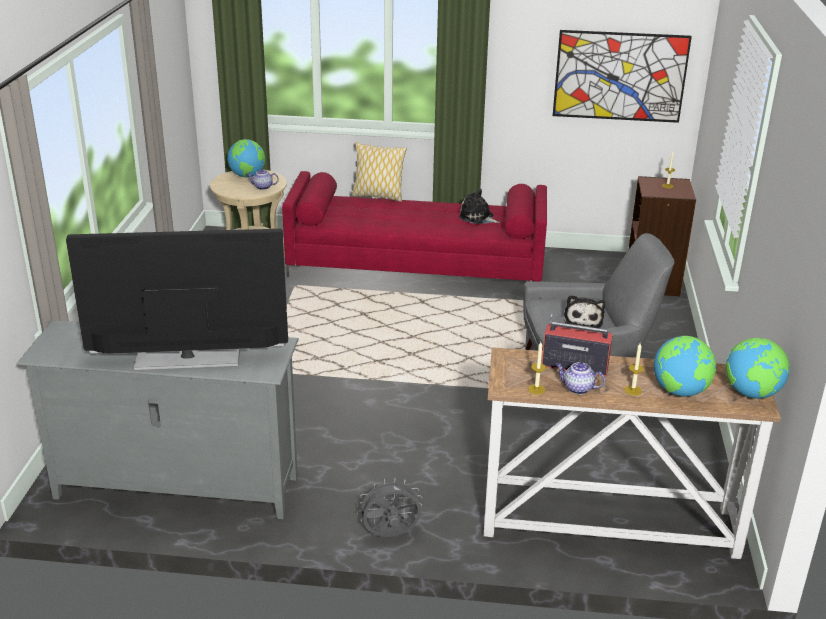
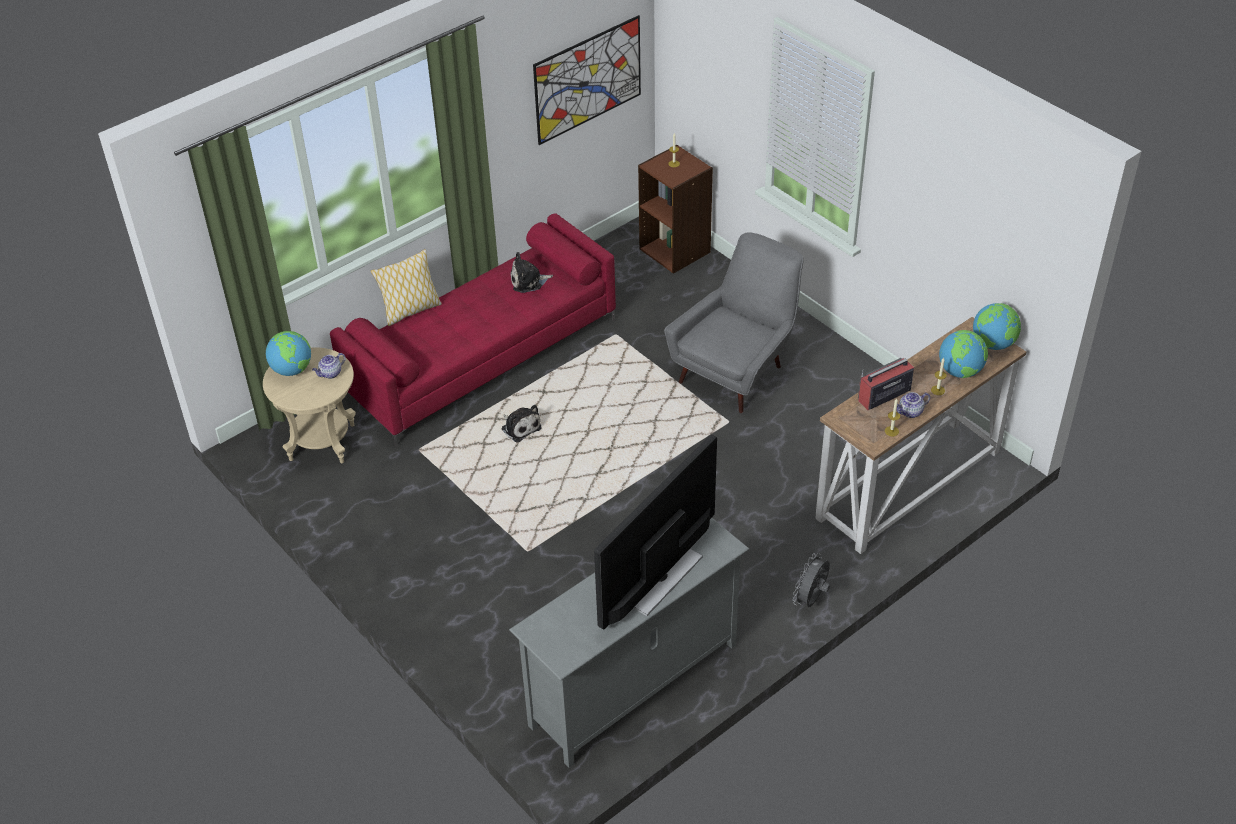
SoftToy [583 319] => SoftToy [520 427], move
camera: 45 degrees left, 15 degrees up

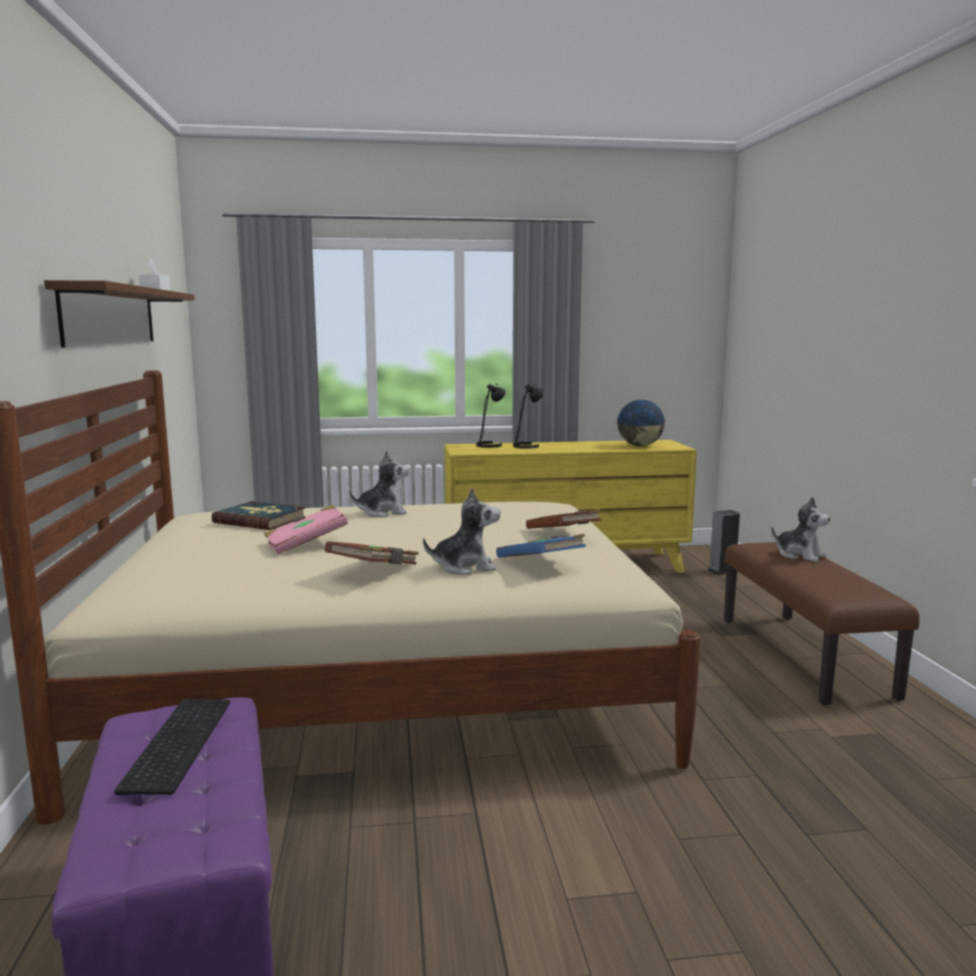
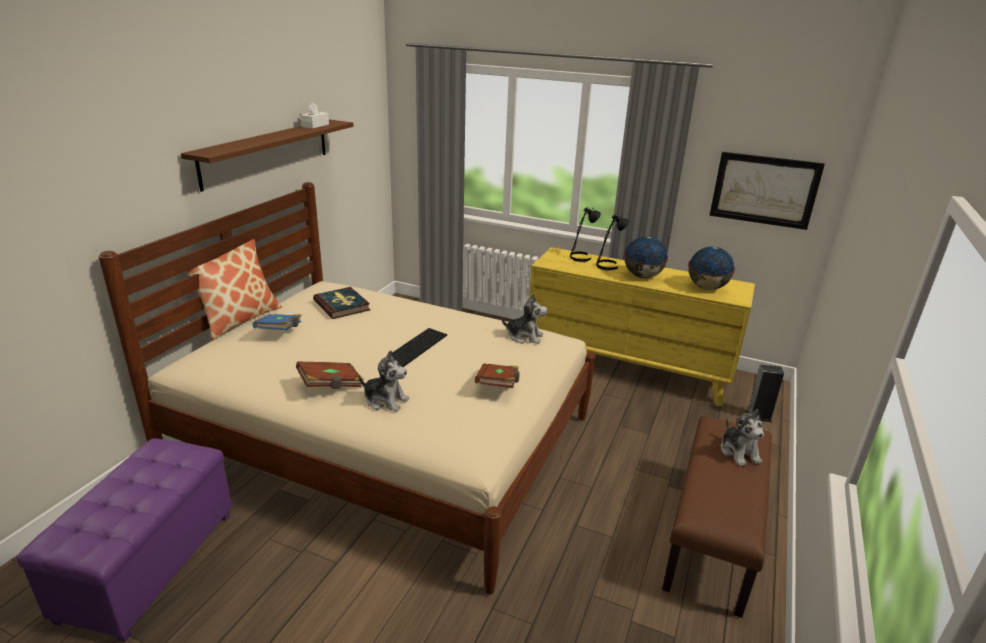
PcKeyboard [175 742] => PcKeyboard [415 347], move
PinkBook [306 545] => nothing
SoftToy [382 513] => SoftToy [524 337], move
BluishBook [541 564] => BluishBook [280 331], move
nothing => Cushion [239 319]
nothing => DeskGlobe [642 276]
nothing => WallPicture [764 190]
camera: 30 degrees right, 15 degrees up

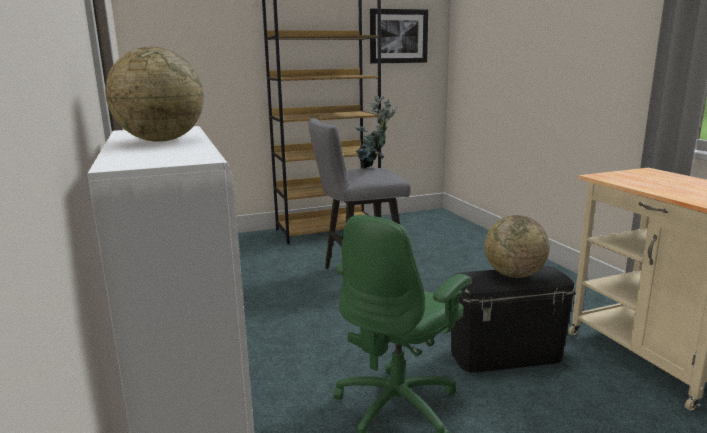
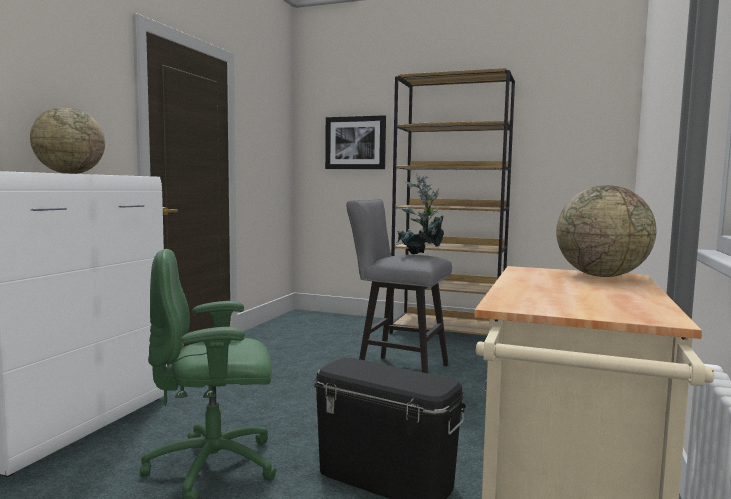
WallPicture [398 36] => WallPicture [355 143], move
DeskGlobe [514 275] => DeskGlobe [601 276], move
camera: 40 degrees right, 10 degrees down

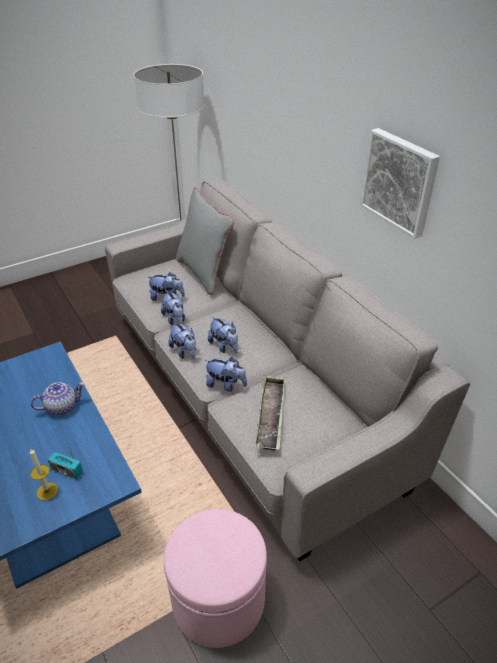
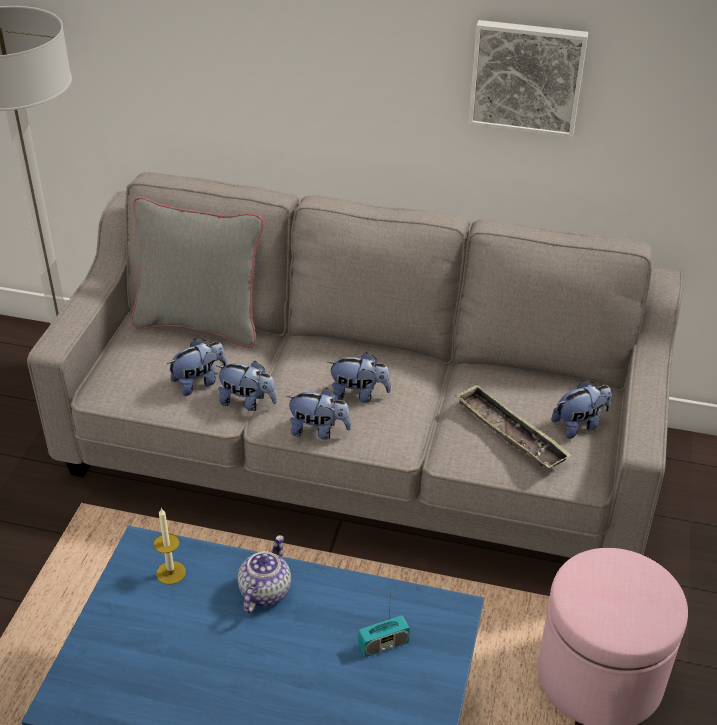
WaxCandle [47 491] => WaxCandle [171 573], move
SoftToy [226 385] => SoftToy [579 425], move
camera: 45 degrees left, 0 degrees up

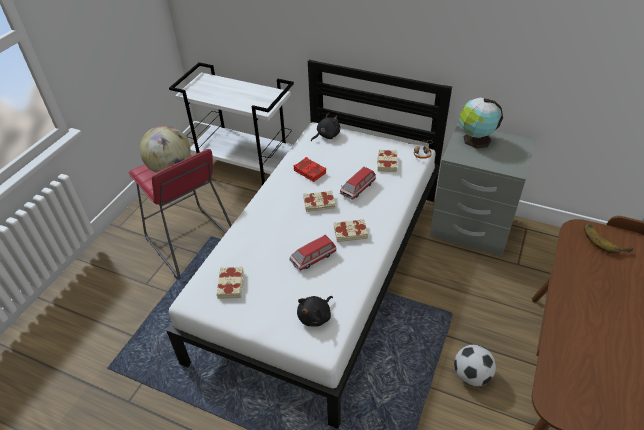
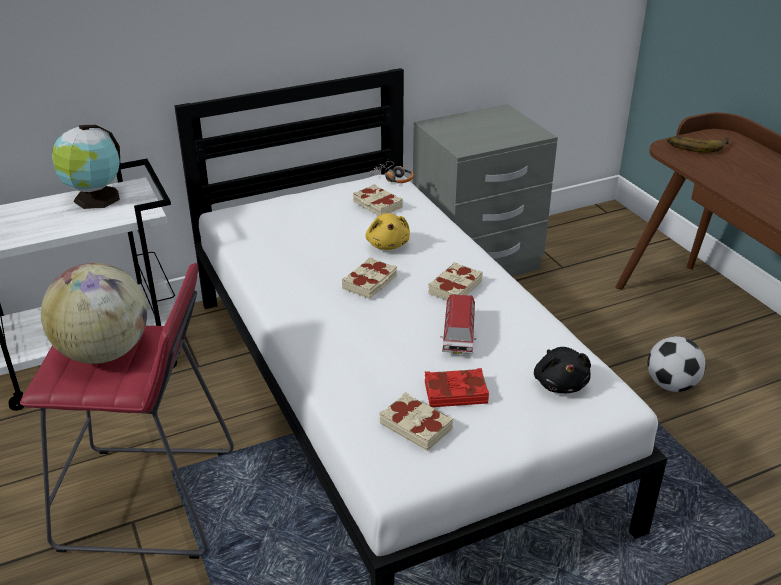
ReddishBook [310 171] => ReddishBook [455 392], move
BlackishSoftToy [326 135] => nothing
ToyCar [357 188] => YellowColouredSoftToy [388 244]
DeskGlobe [475 140] => DeskGlobe [95 199], move
camera: 50 degrees left, 10 degrees down

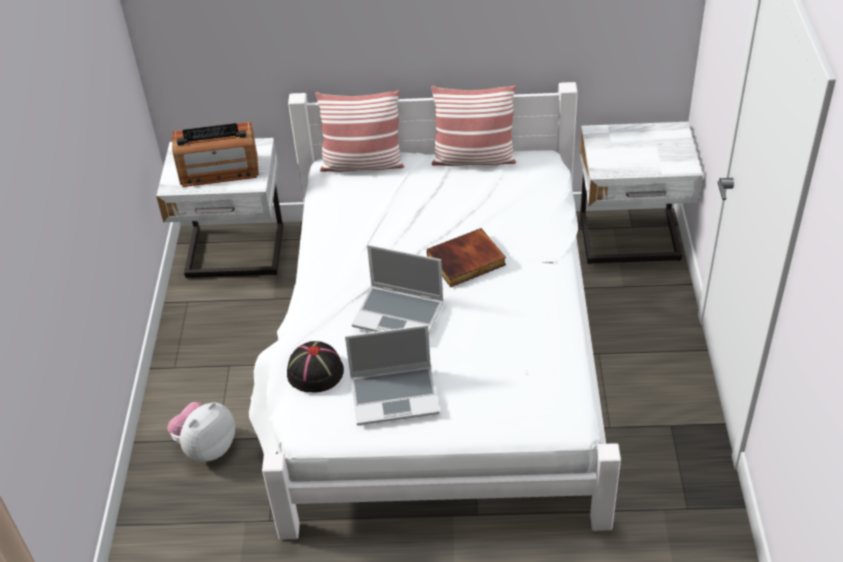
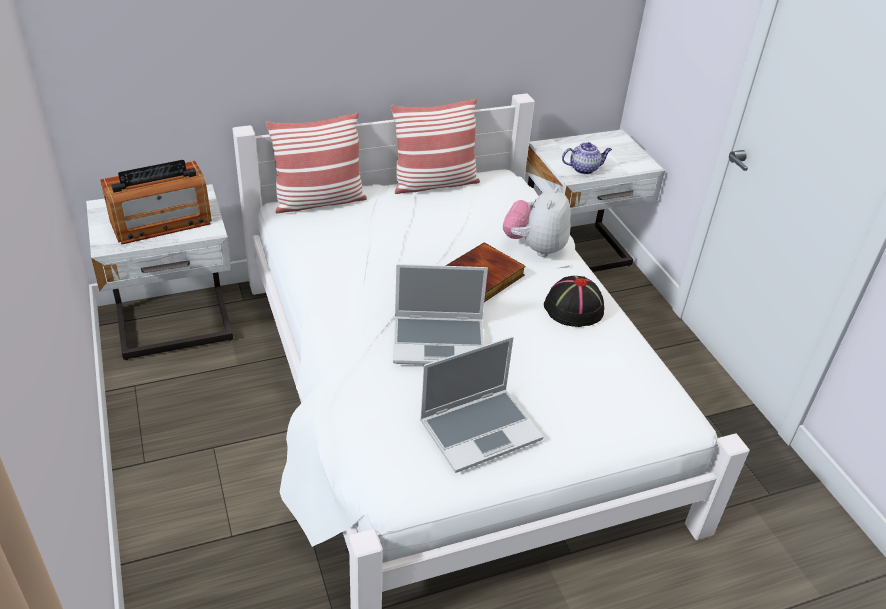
SoftToy [206 447] => SoftToy [535 247], move
BlackishClothingHat [315 372] => BlackishClothingHat [573 308], move
nothing => TeaPot [584 169]
camera: 25 degrees left, 5 degrees down

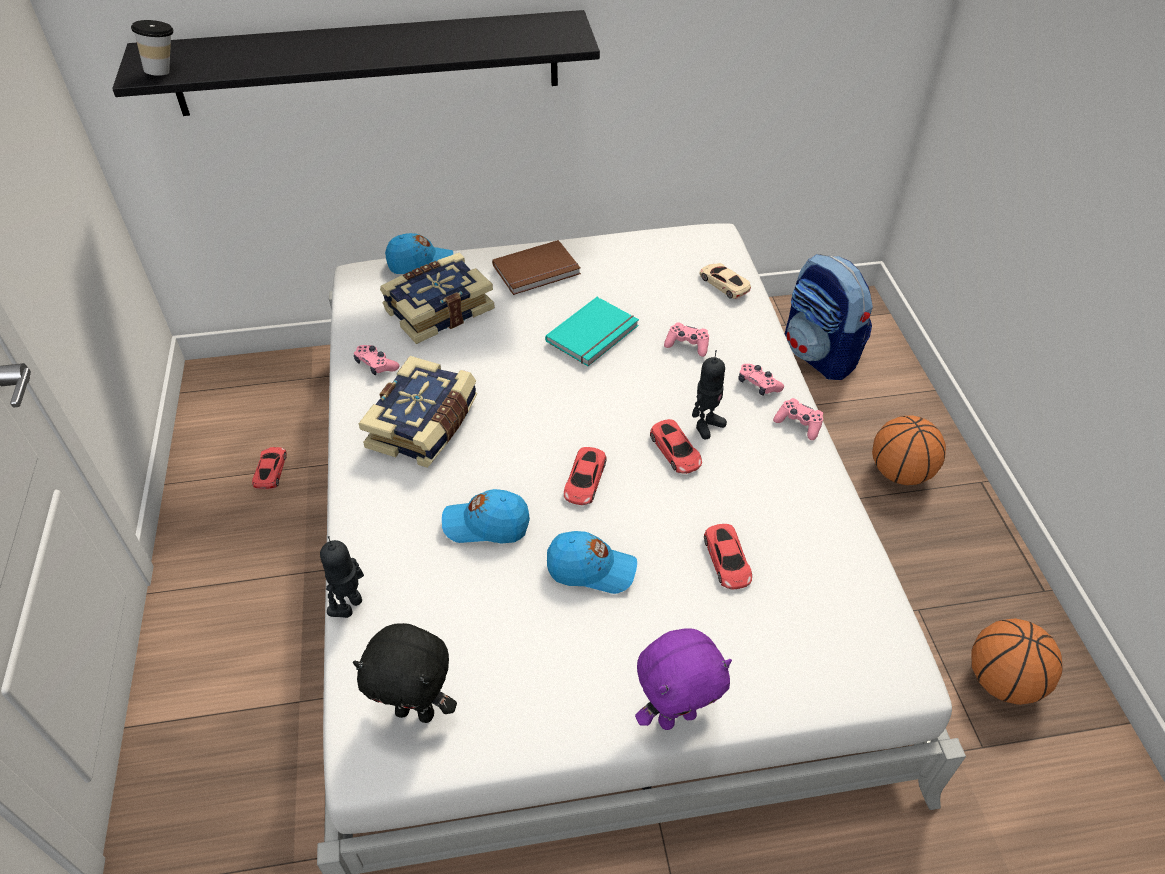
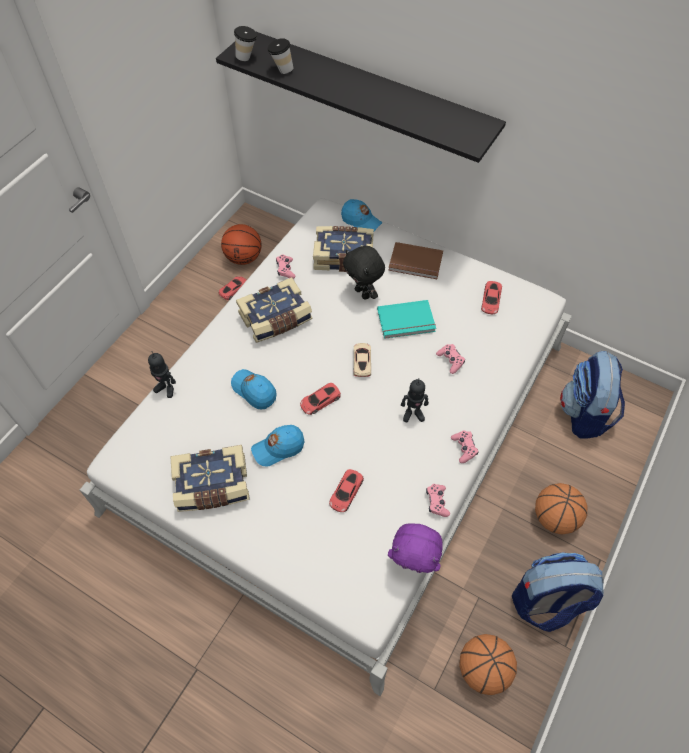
RobotFigure [350 606] => RobotFigure [166 388], 135 degrees counterclockwise
BlackishSoftToy [416 711] => BlackishSoftToy [363 293], move
BluishBaseballCap [591 569] => BluishBaseballCap [278 448], 105 degrees clockwise
PurpleSoftToy [676 716] => PurpleSoftToy [413 565], move
ReddishToyCar [675 451] => ReddishToyCar [491 300], move
BeigeColouredToyCar [724 283] => BeigeColouredToyCar [362 361], move
PinkGameController [758 384] => PinkGameController [437 502], move
nothing => Book [212 486]
nothing => BasketballBall [243 257]
nothing => Cup [281 70]
nothing => Rucksack [546 602]
camera: 40 degrees right, 10 degrees up

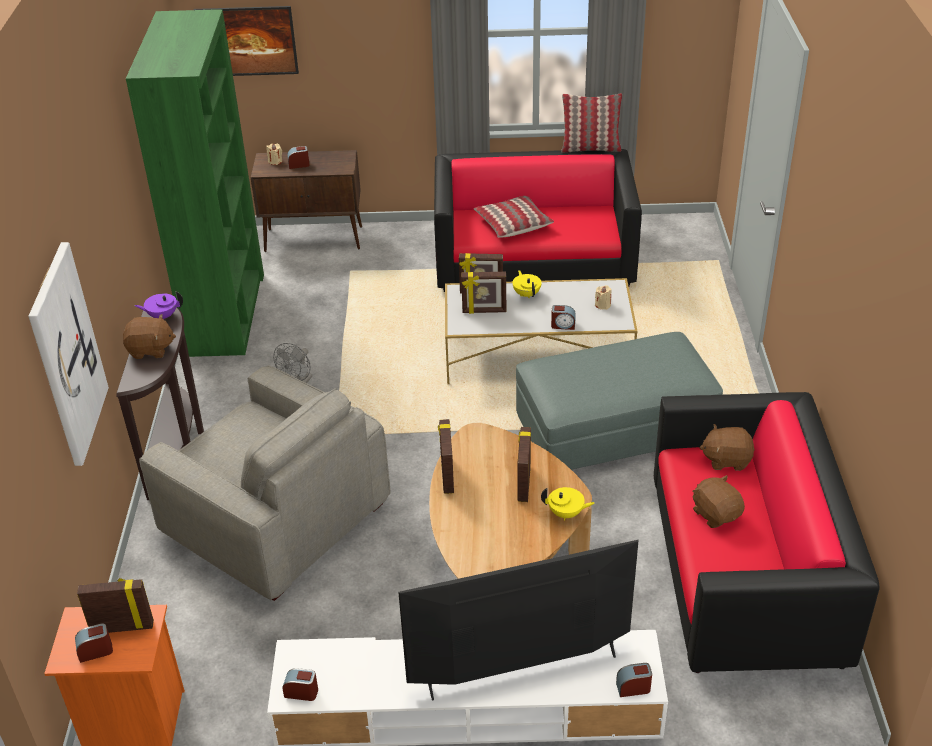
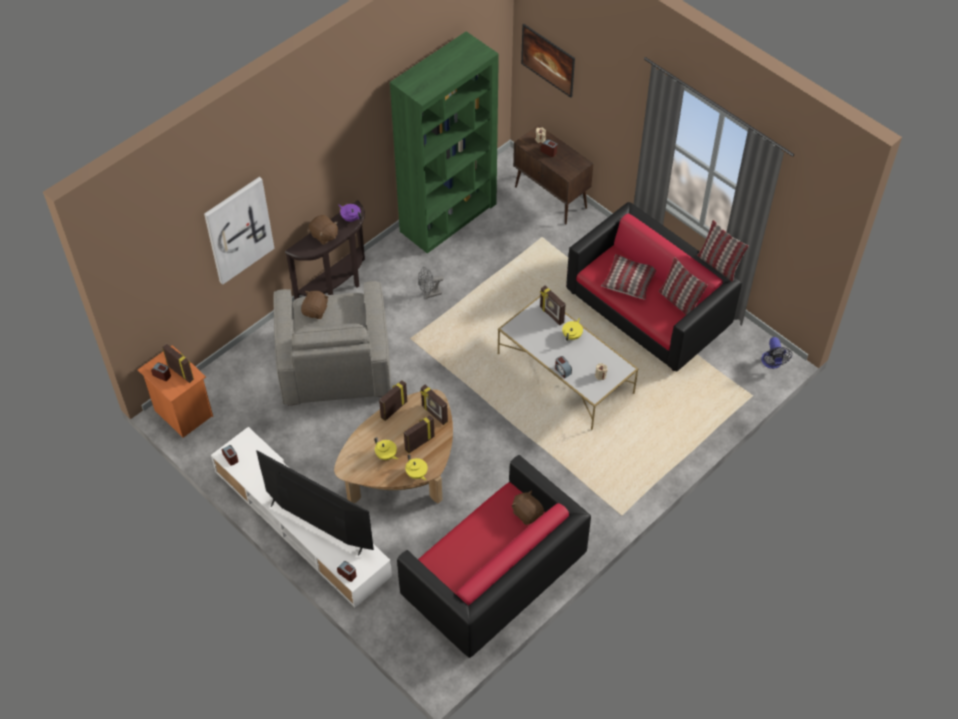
PictureFrame [484 311] => PictureFrame [434 414], move
GreyOttoman [614 428] => nothing
BrownishSoftToy [716 514] => BrownishSoftToy [315 311], move
nothing => YellowColouredTeaPot [386 455]
nothing => Cushion [679 302]
nothing => ElectricFan [772 363]
camera: 45 degrees right, 15 degrees up

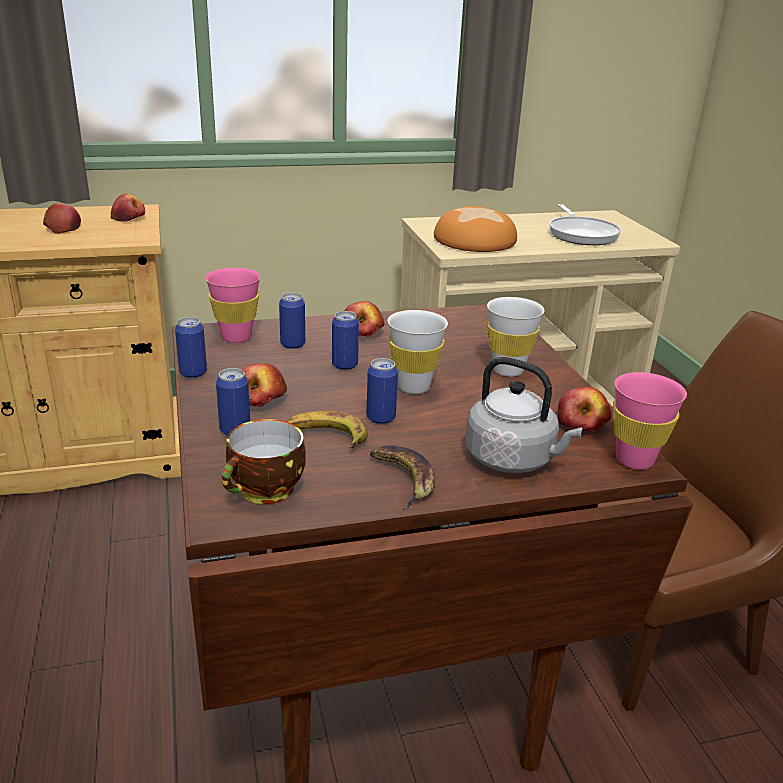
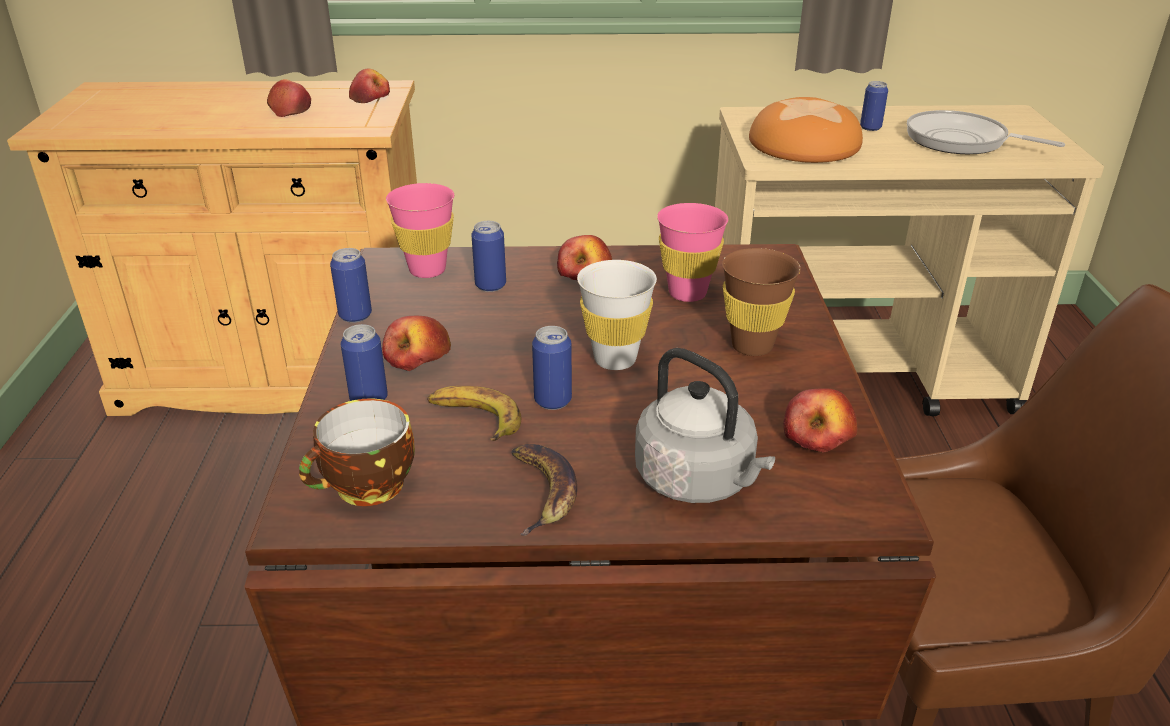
Can [345 365] => Can [870 128], move
WhiteColouredCup [508 370] => BrownishCup [752 346]
Pan [581 234] => Pan [961 141], 120 degrees clockwise
PinkCup [634 460] => PinkCup [687 293], move
camera: 15 degrees right, 5 degrees up

